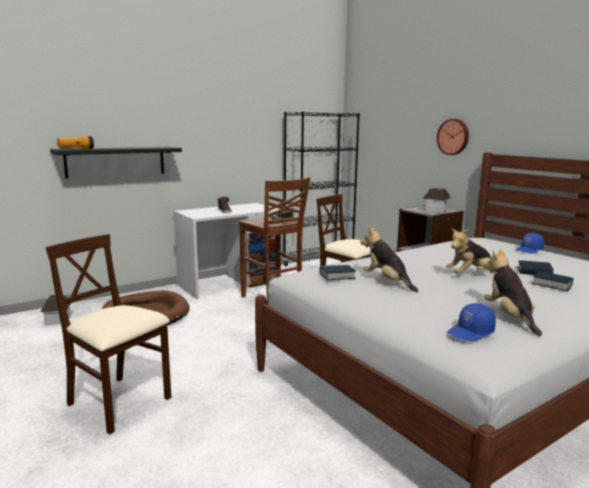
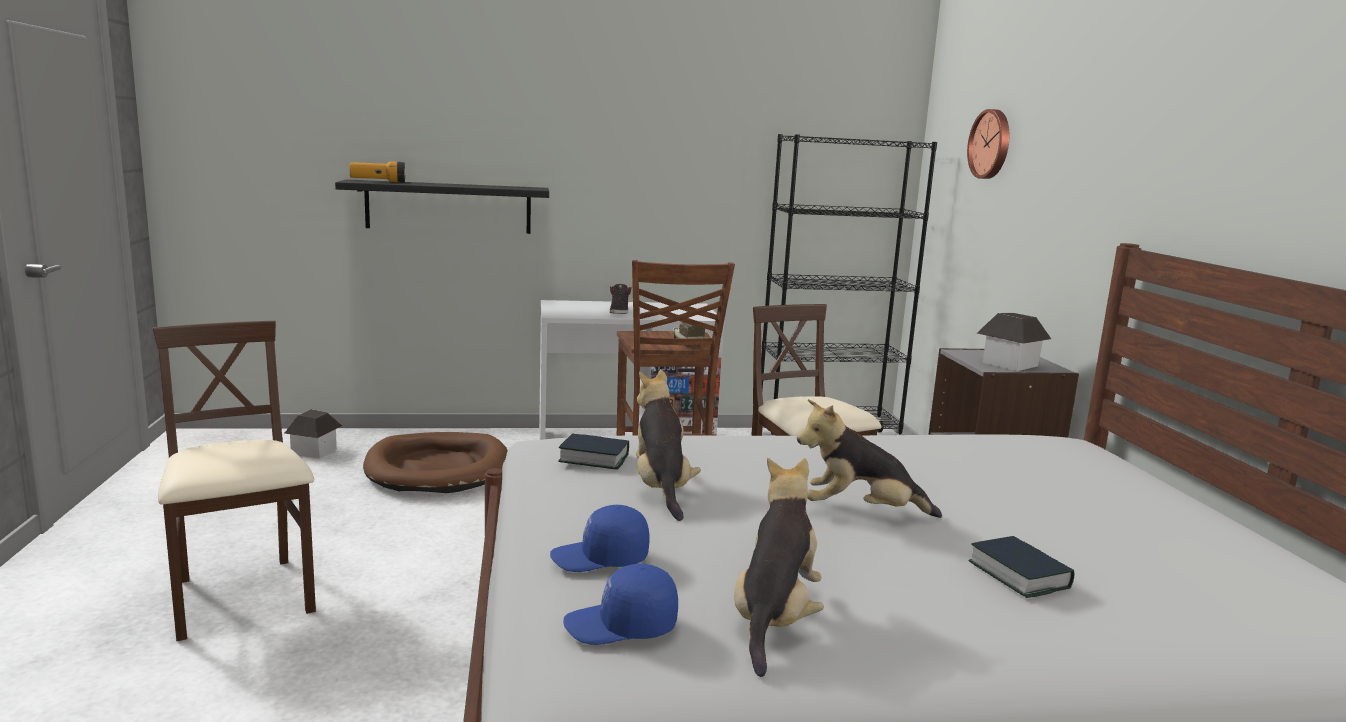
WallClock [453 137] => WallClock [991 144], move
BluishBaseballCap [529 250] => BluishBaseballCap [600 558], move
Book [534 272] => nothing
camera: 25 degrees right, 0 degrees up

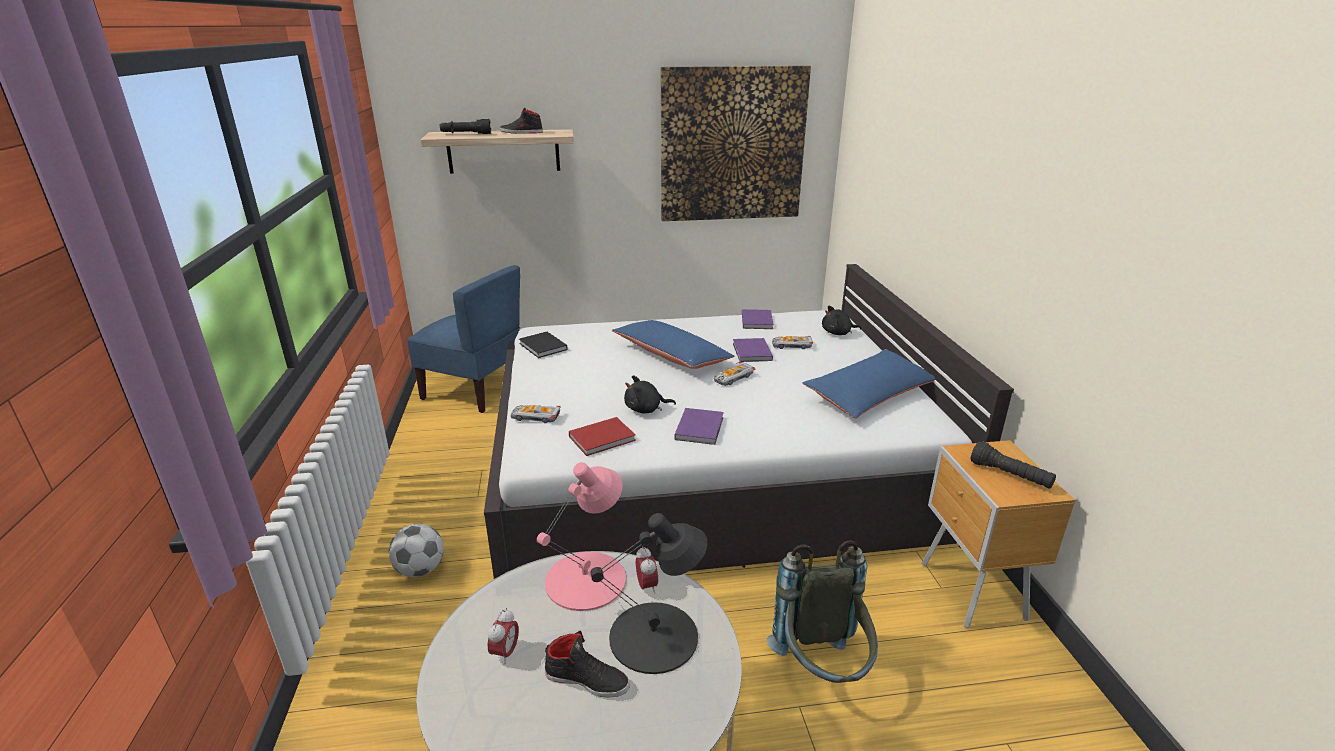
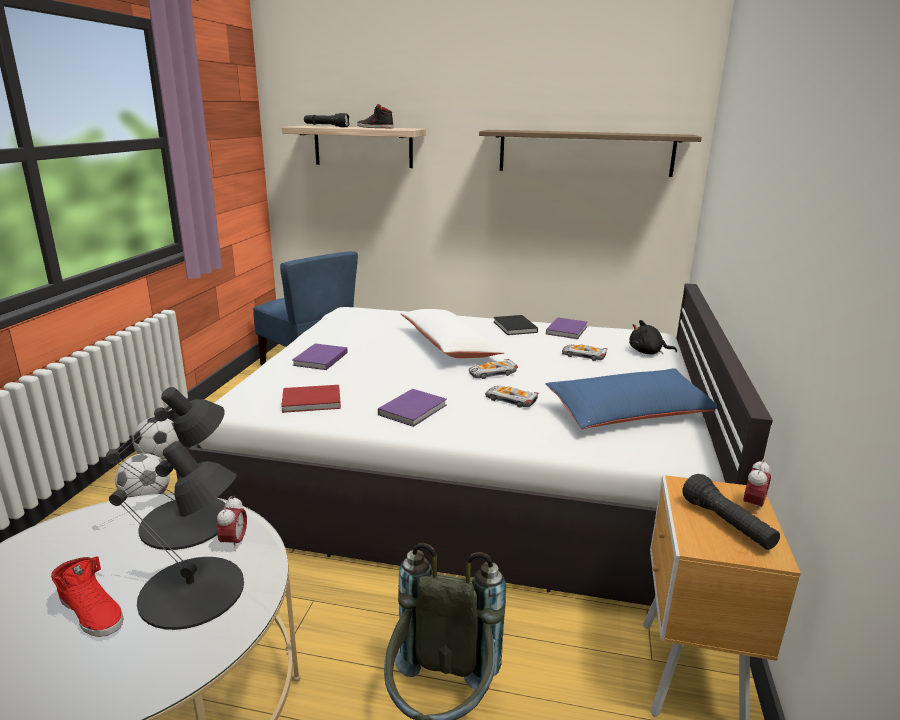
BedsideClock [505 653] => BedsideClock [752 505], move
ToyCar [535 417] => ToyCar [510 400], move
BlackishBook [543 347] => BlackishBook [514 327], move
PinkTabletopLamp [587 580] => BlackishTabletopLamp [187 522]
BlackishLowShoe [587 679] => ReddishLowShoe [92 612]
BluishCushion [671 356] => WhiteColouredCushion [449 346]
BlackishSoftToy [645 409] => nothing
WallPicture [732 145] => WallShelf [585 153]
PurpleBook [751 352] => PurpleBook [319 359], move
nothing => BallForFootball [160 457]
camera: 20 degrees right, 5 degrees down

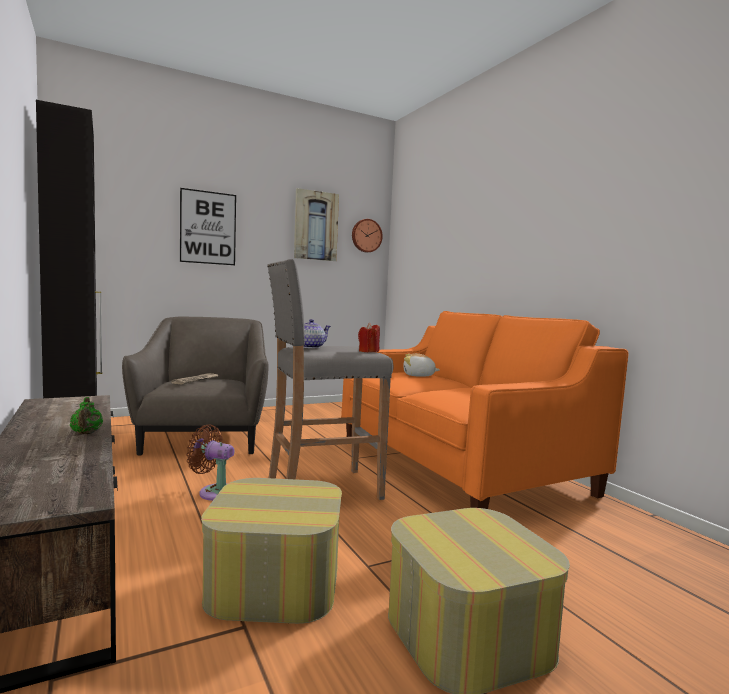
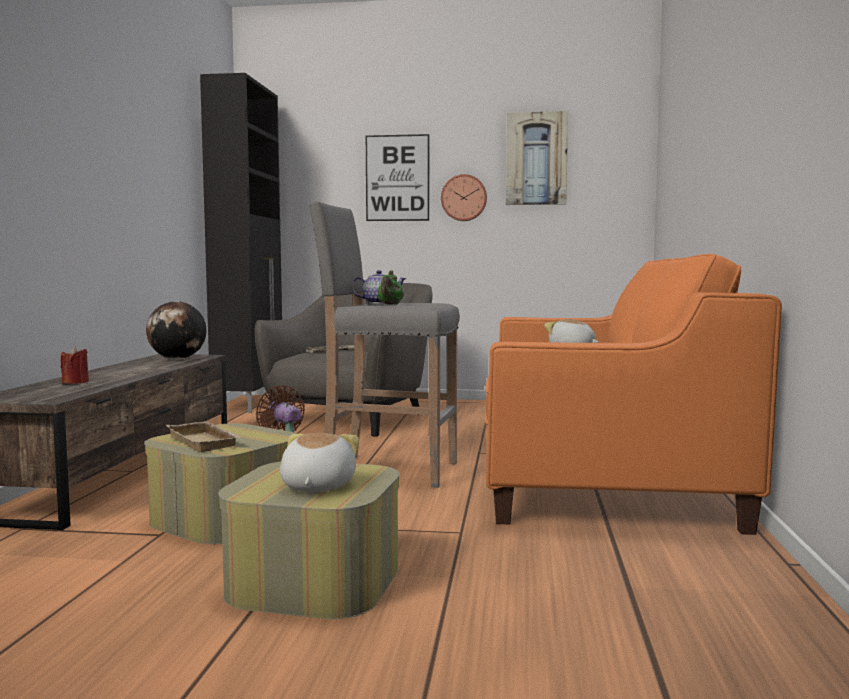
GreenTeaPot [86 433] => GreenTeaPot [390 304], move
WallClock [366 235] => WallClock [464 198], move
ReddishWaxCandle [368 351] => ReddishWaxCandle [75 382], move
nothing => DeskGlobe [177 359]
nothing => BeigeColouredCarryingTray [206 442]
nothing => SoftToy [316 487]
camera: 35 degrees right, 0 degrees up

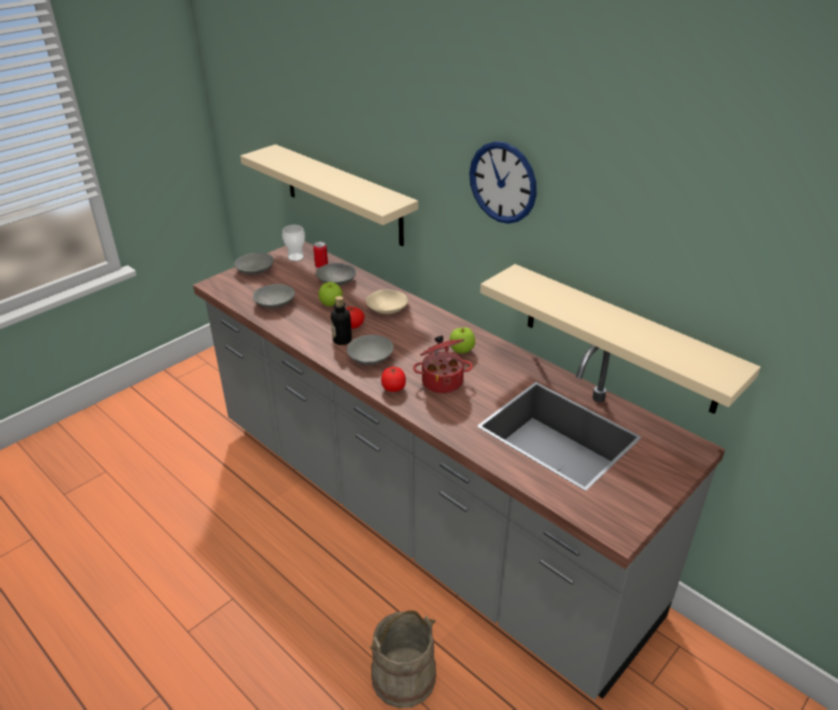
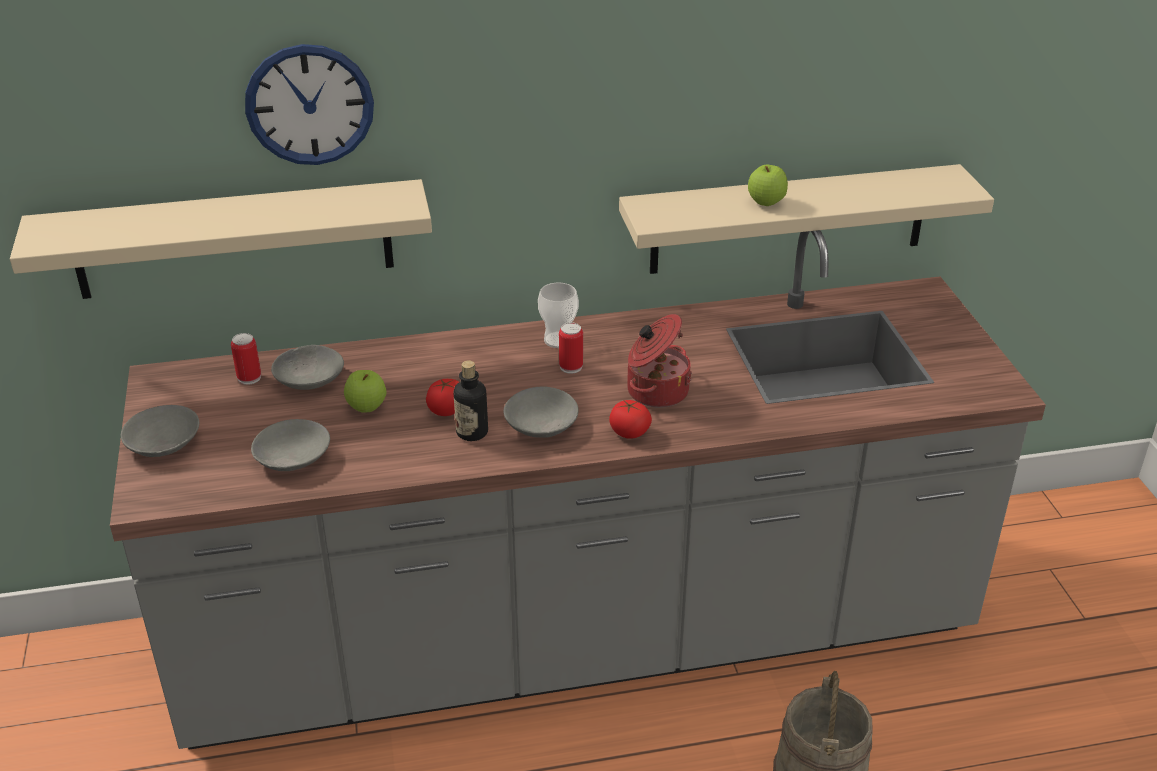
Cup [296 257] => Cup [558 340], move
BeigeColouredDeepDish [387 308] => nothing
Apple [461 350] => Apple [766 203], move
WallClock [503 182] => WallClock [309 105], move
nothing => Can [571 367]
camera: 55 degrees left, 0 degrees up

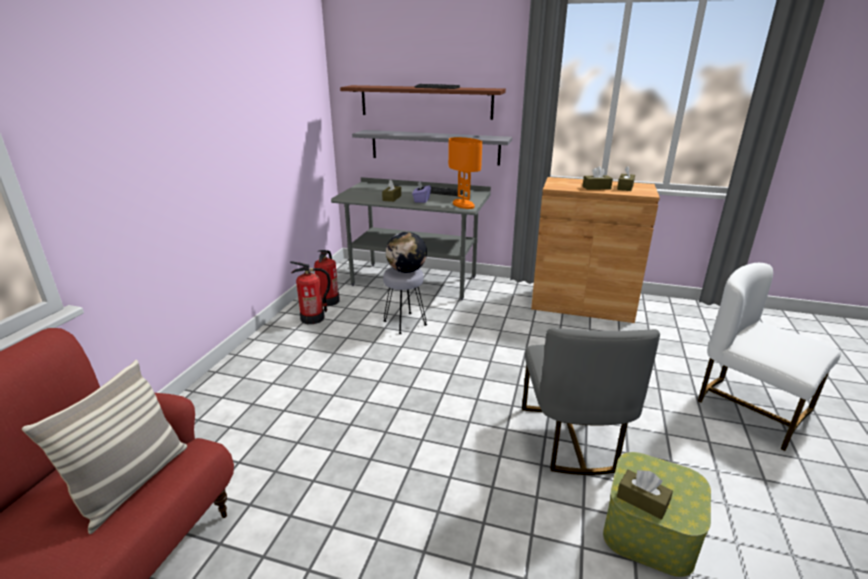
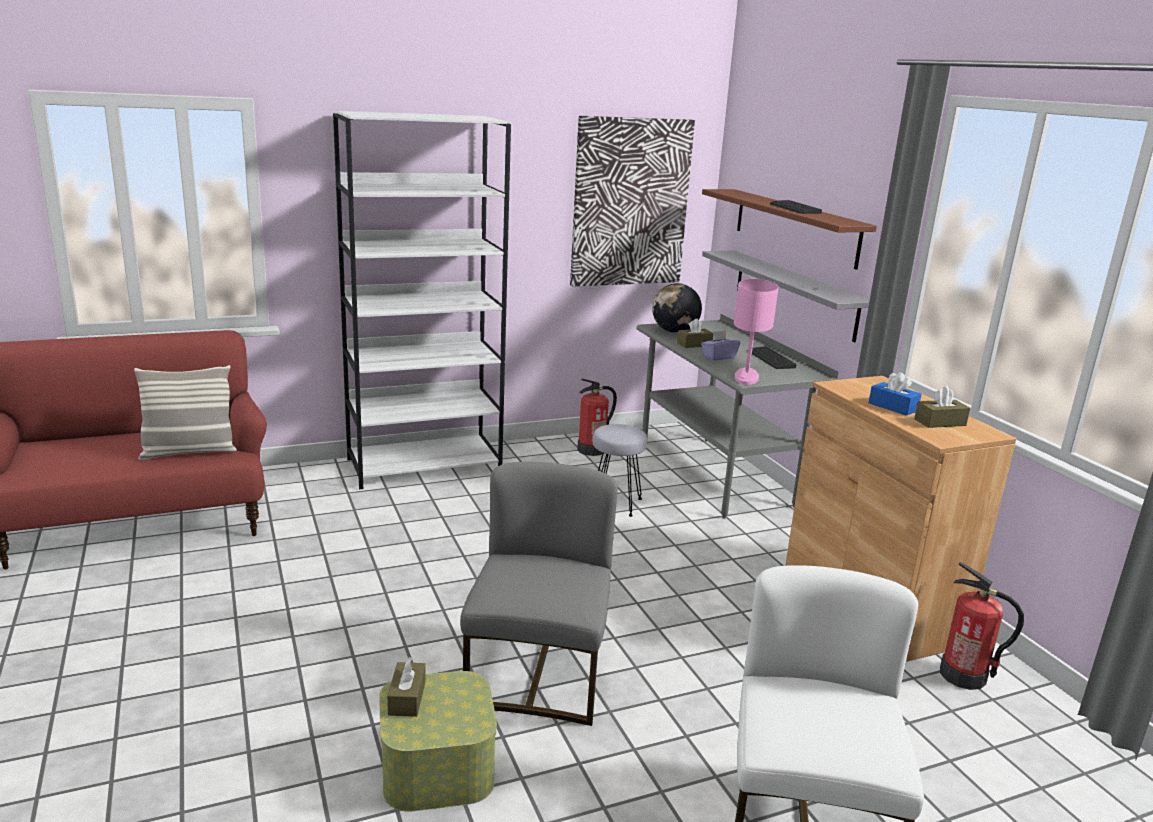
FireExtinguisher [313 318] => FireExtinguisher [963 676], move
DeskGlobe [406 271] => DeskGlobe [674 331], move
OrangeTabletopLamp [463 205] => PinkTabletopLamp [746 378]
GreyUprightChair [572 438] => GreyUprightChair [538 676], 135 degrees clockwise
BrownishTissueHolder [596 188] => BluishTissueHolder [893 407]
nothing => WhiteColouredBookcase [425 465]
nothing => WallPicture [630 203]
camera: 50 degrees right, 5 degrees down

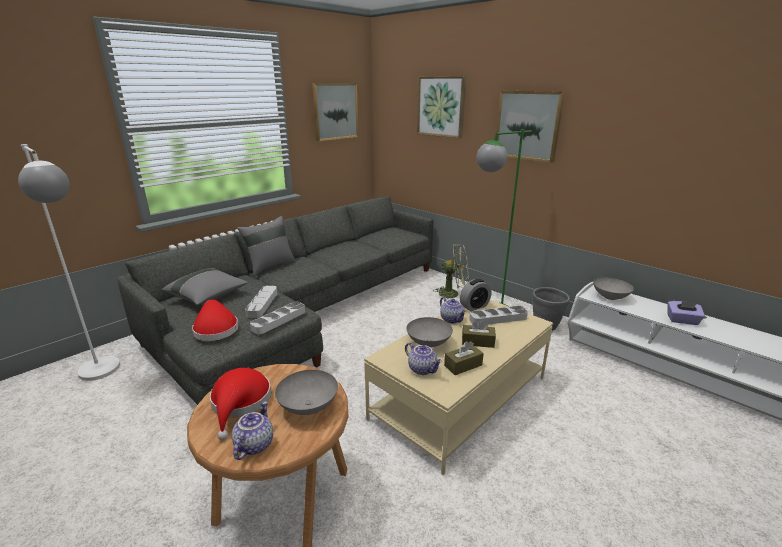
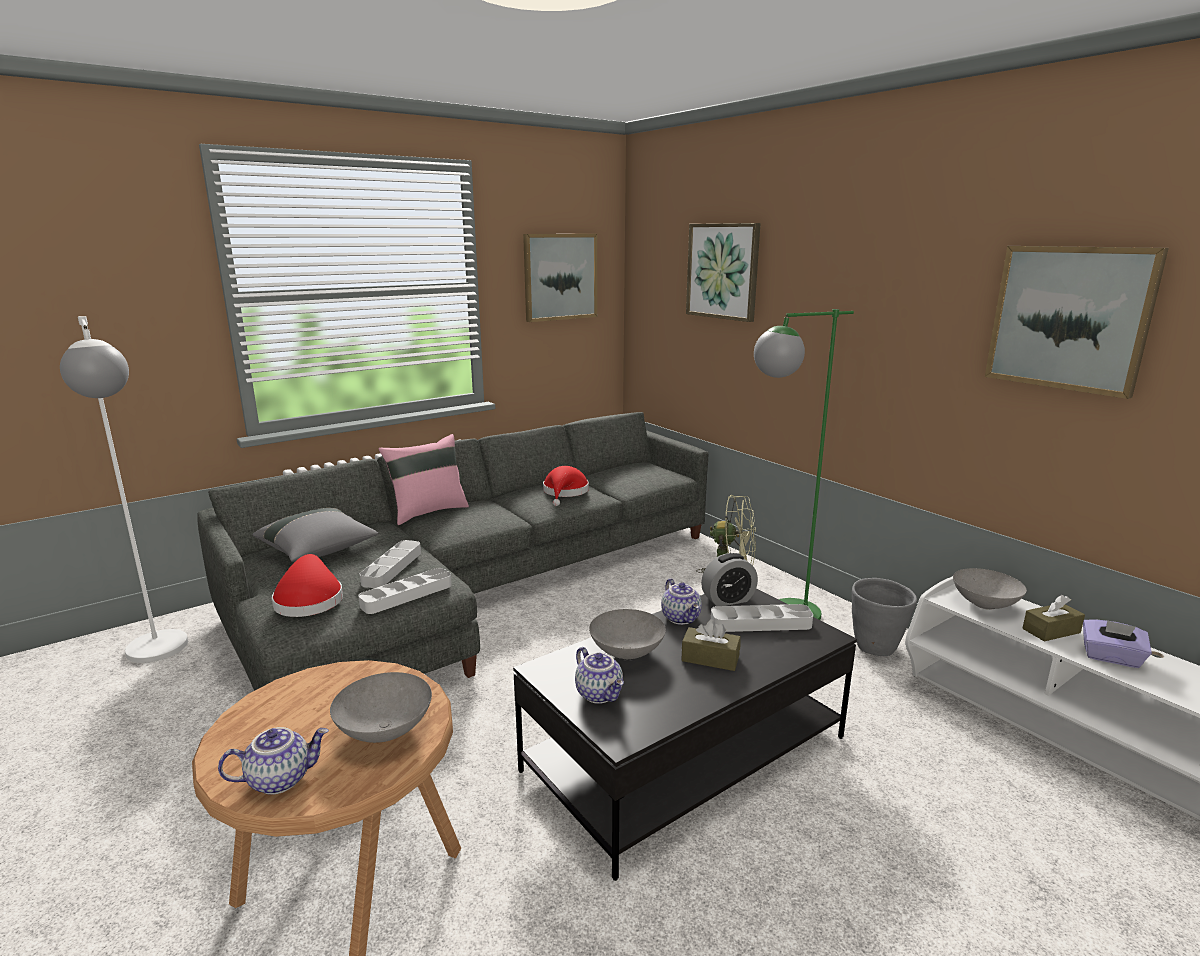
ReddishClothingHat [240 403] => ReddishClothingHat [565 492], move
TeaPot [253 444] => TeaPot [280 778], 45 degrees clockwise
GreyCushion [270 266] => PinkCushion [428 512]
BeigeColouredLoungeTable [460 397] => BlackishLoungeTable [686 754]
BrownishTissueHolder [463 365] => BrownishTissueHolder [1051 631], move
WallPicture [528 125] => WallPicture [1069 318], move
camera: 10 degrees right, 5 degrees down

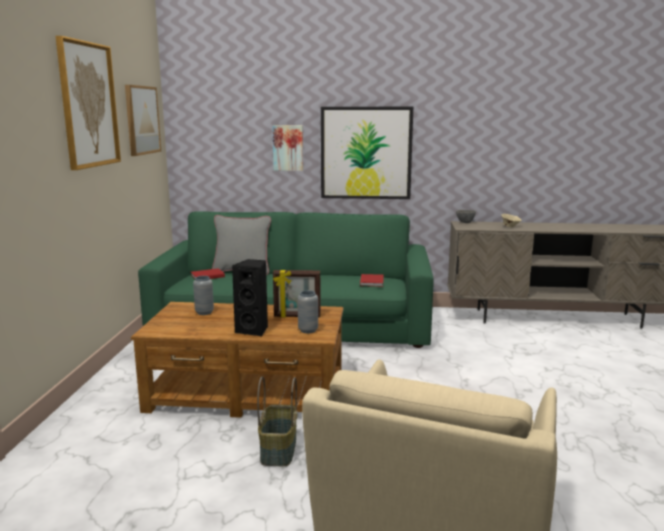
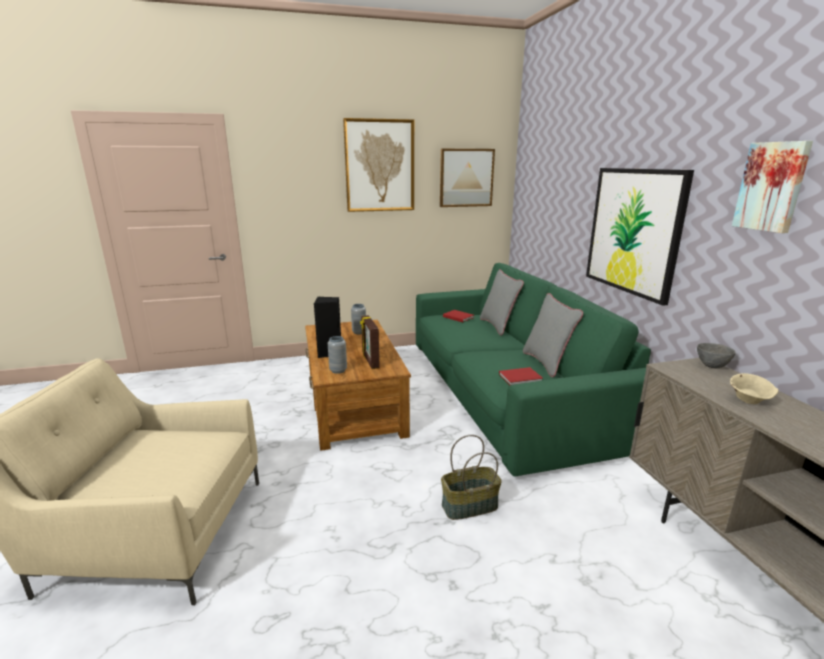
StorageBasket [279 450] => StorageBasket [469 507], move
WallPicture [288 147] => WallPicture [772 186], move
nothing => GreyCushion [547 363]
camera: 70 degrees right, 5 degrees up

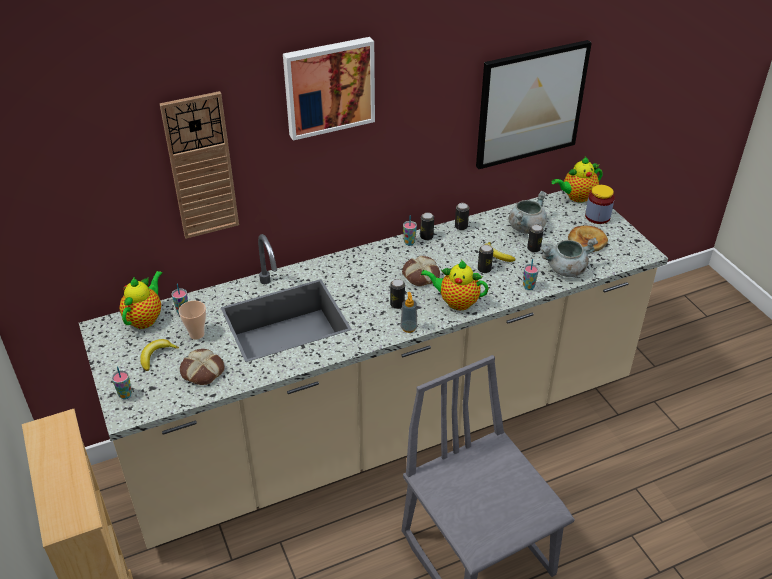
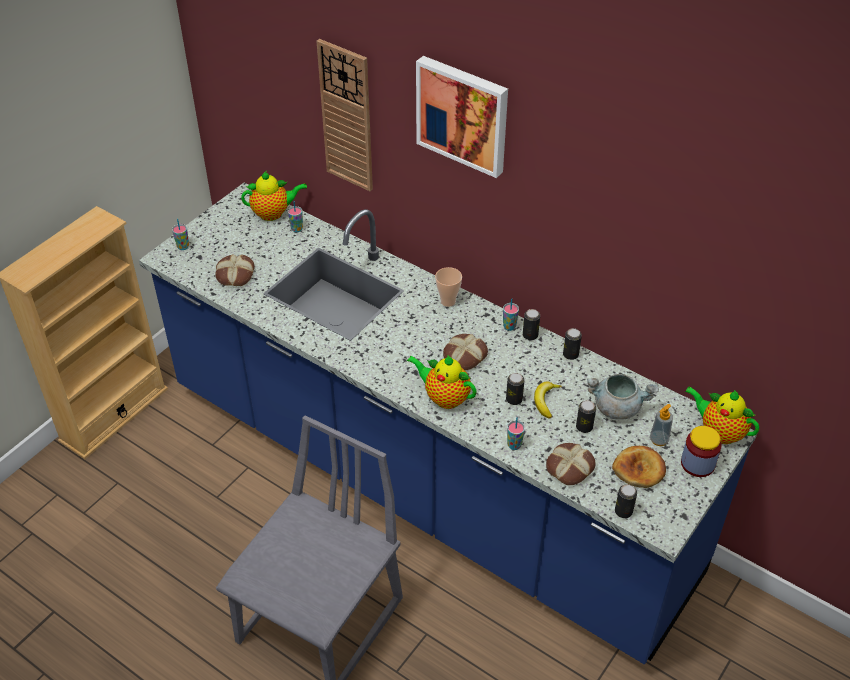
BeigeColouredCounter [386 427] => BluishCounter [425 480]
Banana [156 356] => nothing
Cup [197 334] => Cup [448 301], move
Can [397 304] => Can [623 511], move
LiquidSoapBottle [408 328] => LiquidSoapBottle [658 440], move
TeaPot [456 302] => TeaPot [444 397], 45 degrees counterclockwise
WallPicture [530 104] => nothing
GreySaucepot [565 270] => BakedBread [569 467]
camera: 60 degrees right, 5 degrees up

